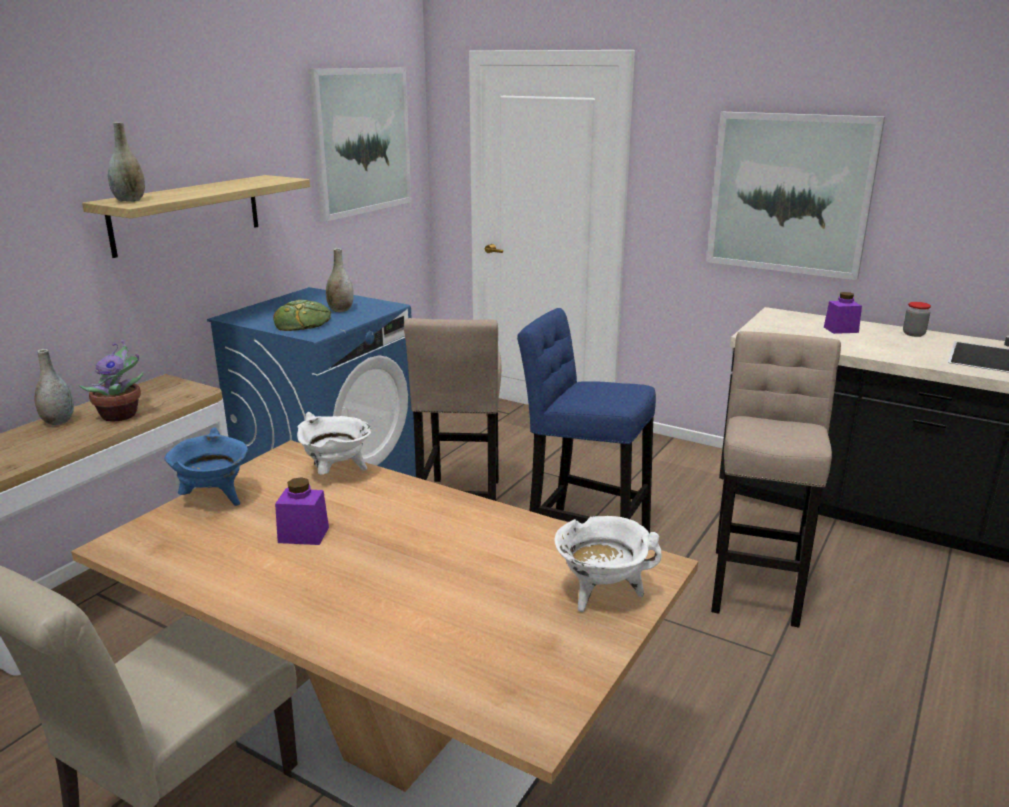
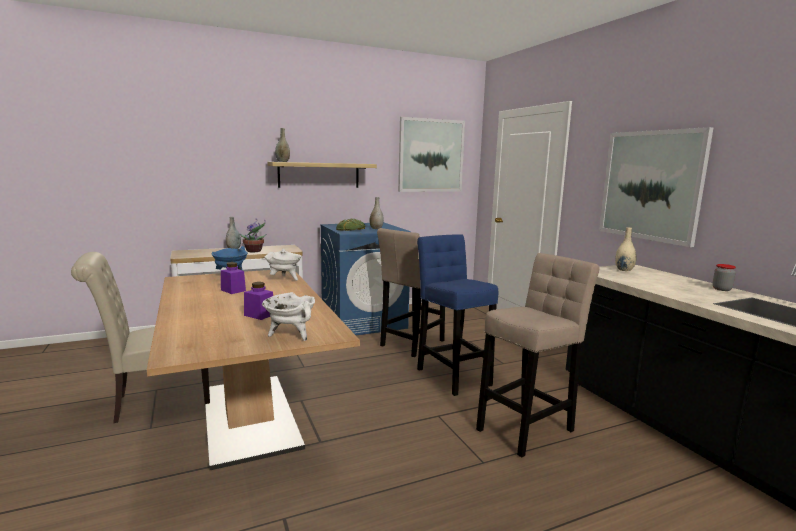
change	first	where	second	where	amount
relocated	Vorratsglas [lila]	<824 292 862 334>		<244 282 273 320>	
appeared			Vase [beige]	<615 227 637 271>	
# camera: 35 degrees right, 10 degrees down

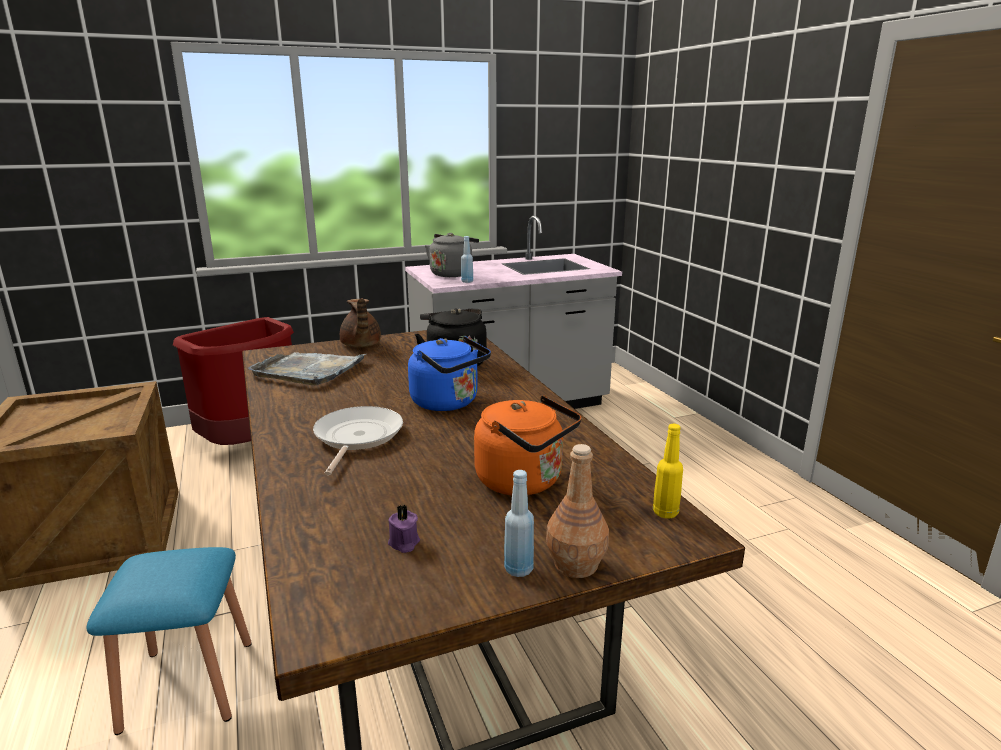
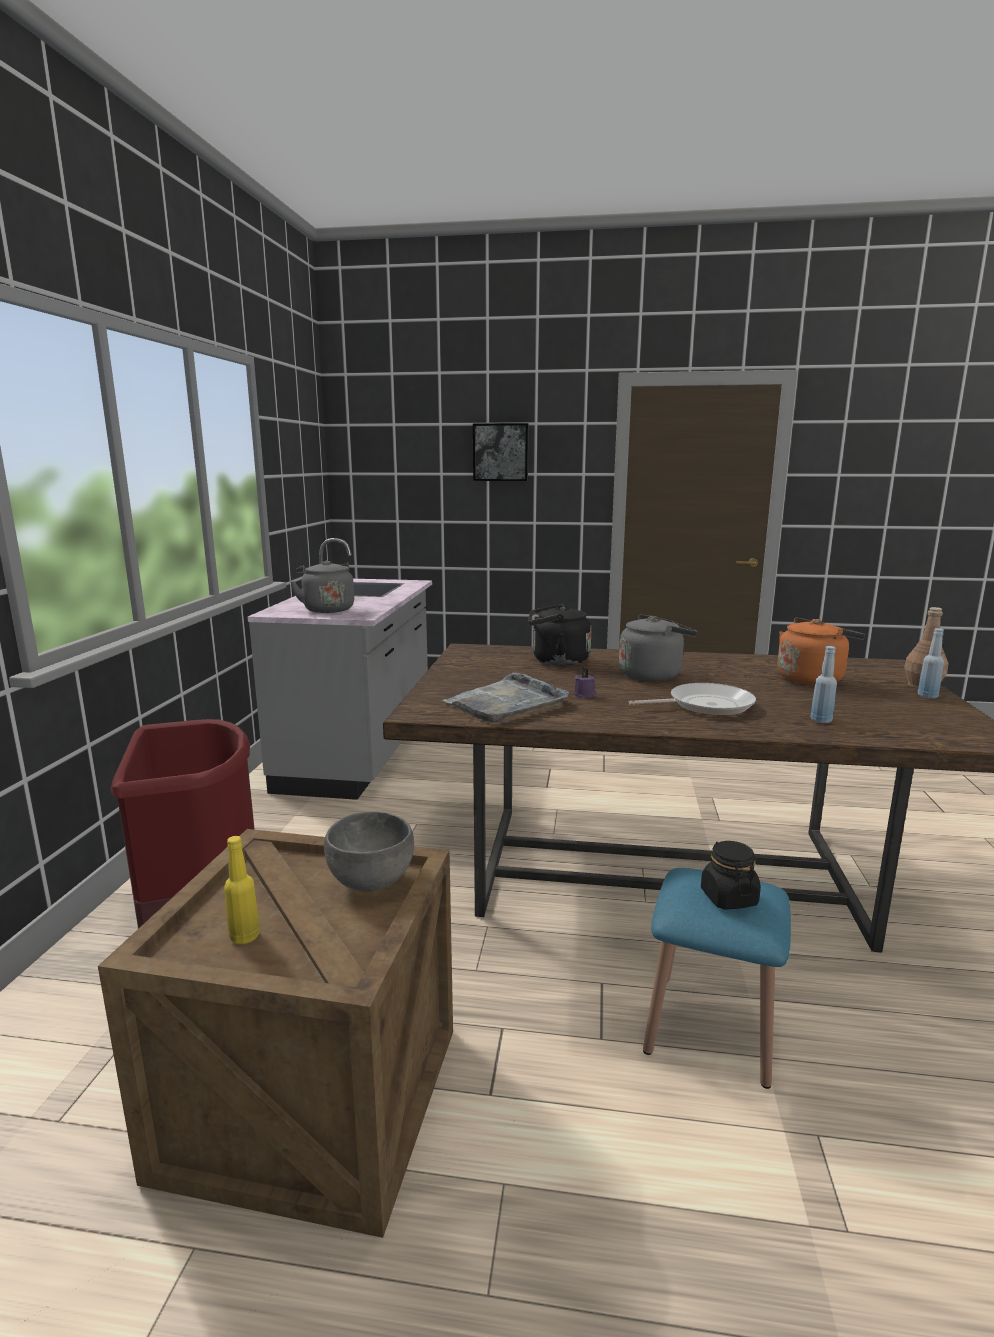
change	first	where	second	where	amount
spun	Pfanne	<313 406 403 475>		<629 683 756 716>	135 degrees clockwise
missing	Teekanne [braun]	<340 298 381 347>			
relocated	Kerze [lila]	<388 505 420 553>		<574 668 597 698>	
colour	Wasserkessel [blau]	<408 336 491 411>	Wasserkessel [grau]	<619 614 698 681>	
relocated	Flasche [blau]	<461 236 473 283>		<810 646 837 723>	
relocated	Flasche [gelb]	<653 424 683 518>		<224 836 260 944>	
appeared			Schüssel [grau]	<324 811 414 892>	
appeared			Bild	<473 423 529 481>	
appeared			Vorratsglas [schwarz]	<701 841 761 910>	
# camera: 60 degrees left, 5 degrees down

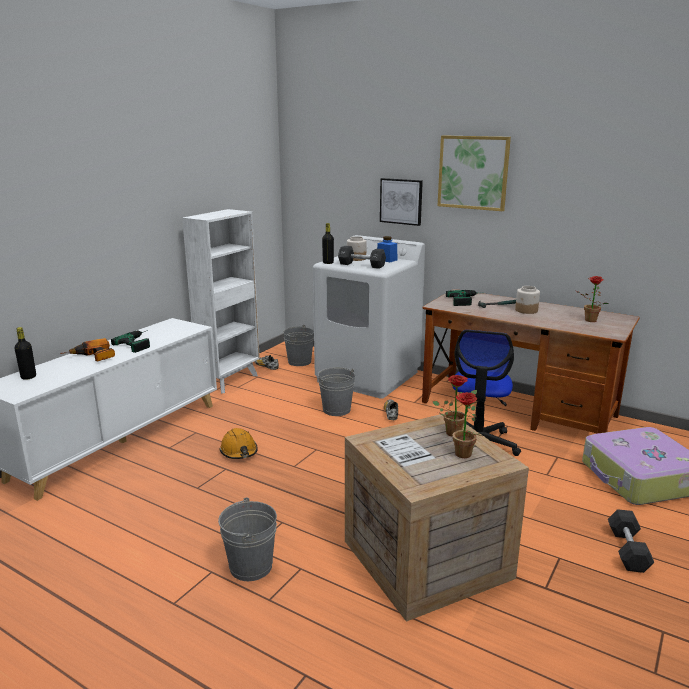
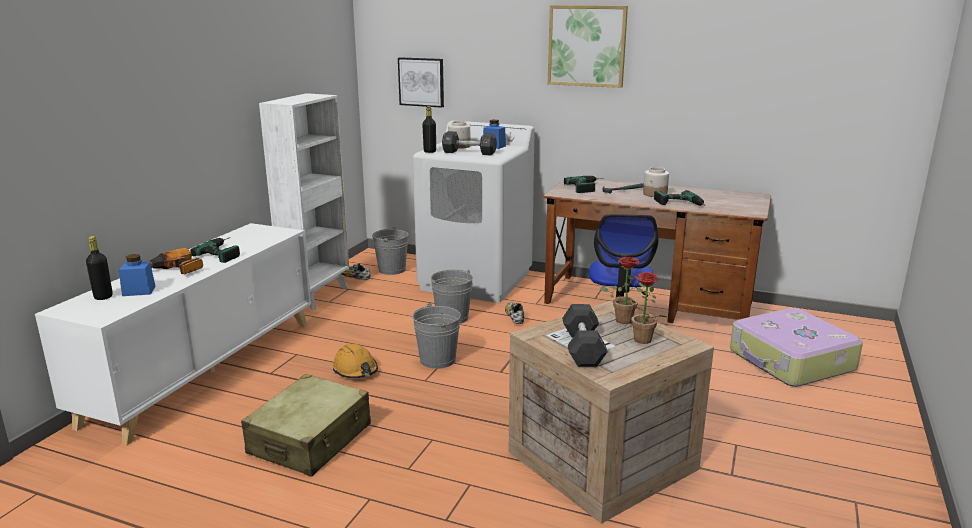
change	first	where	second	where	amount
relocated	Eimer [grau]	<218 497 277 581>		<412 303 461 369>	
relocated	Bild	<380 178 423 226>		<398 57 444 108>	
missing	Topfpflanze	<576 276 609 322>			
relocated	Hantel [schwarz]	<608 509 654 573>		<562 304 608 367>	
appeared			Vorratsglas [blau]	<119 254 156 296>	
appeared			Koffer [beige]	<241 374 371 477>	
appeared			Bohrmaschine	<654 190 706 206>	
# camera: 10 degrees left, 0 degrees up

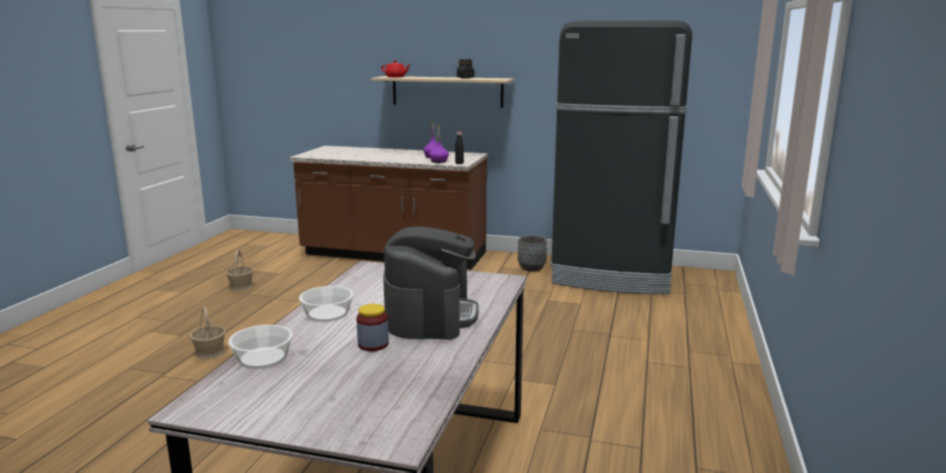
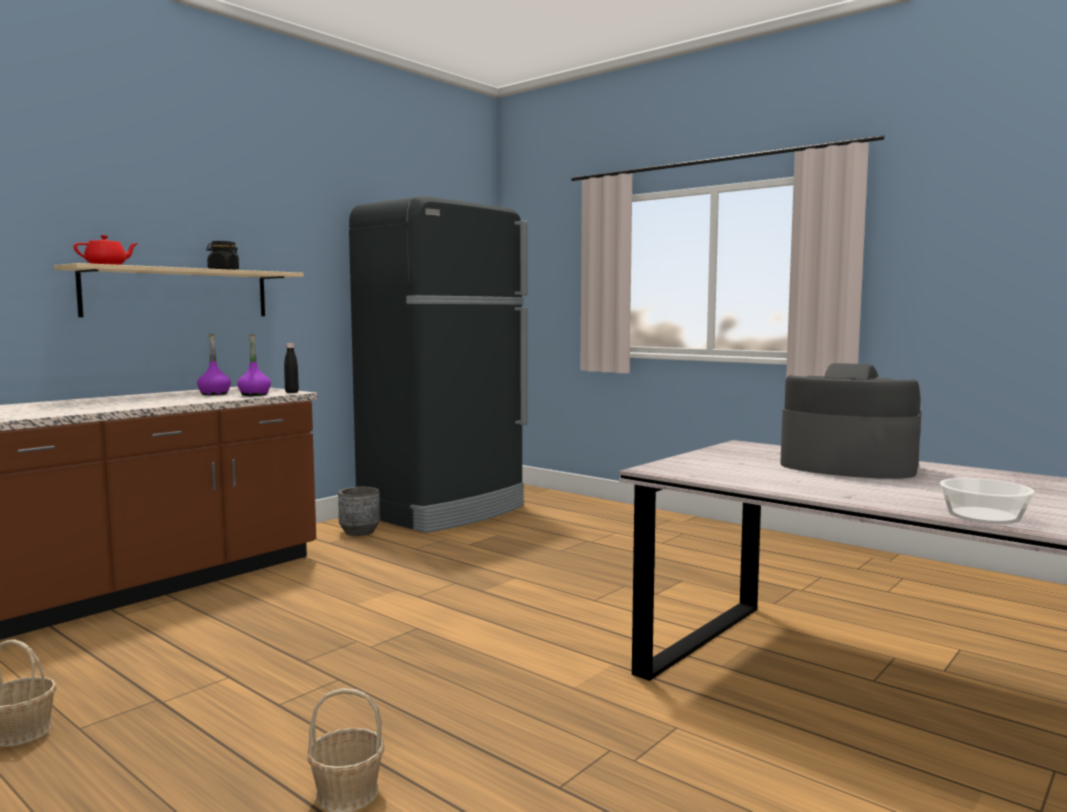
change	first	where	second	where	amount
missing	Schüssel	<299 286 353 322>			
missing	Vorratsglas	<357 304 389 351>			
# camera: 65 degrees left, 10 degrees down

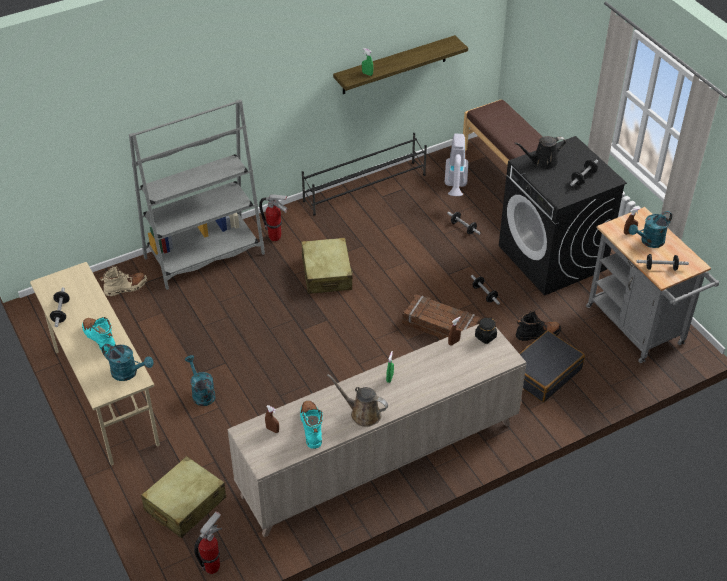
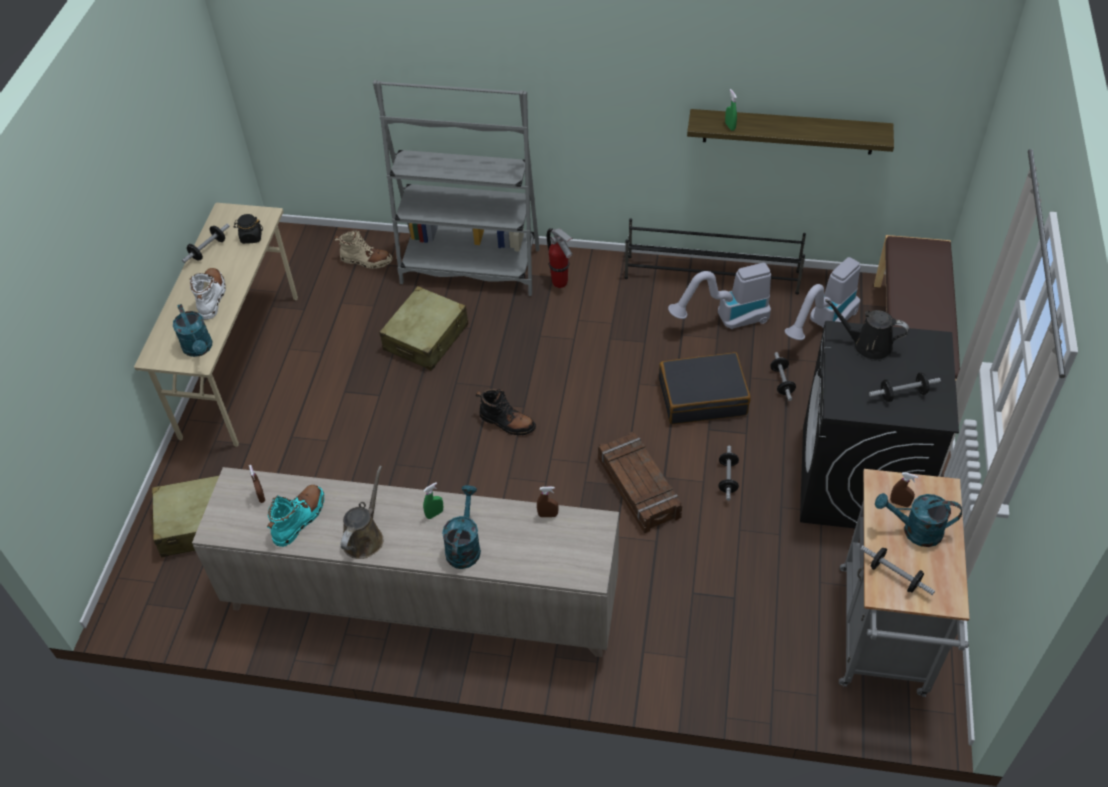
change	first	where	second	where	amount
colour	Stiefel [türkis]	<82 317 116 354>	Stiefel [weiß]	<189 268 226 320>	
relocated	Gießkanne [türkis]	<185 355 215 406>		<442 485 481 569>	
missing	Feuerlöscher	<194 511 222 574>			
relocated	Koffer [beige]	<301 238 353 294>		<379 286 468 370>	
spun	Gießkanne [braun]	<327 374 388 427>		<341 466 383 559>	45 degrees clockwise
relocated	Vorratsglas [schwarz]	<475 317 497 344>		<234 214 263 244>	
relocated	Stiefel [schwarz]	<516 311 561 341>		<476 389 536 436>	
relocated	Koffer [schwarz]	<519 330 585 402>		<659 352 751 424>	
appeared			Staubsauger	<668 263 771 329>	
# camera: 40 degrees right, 5 degrees up

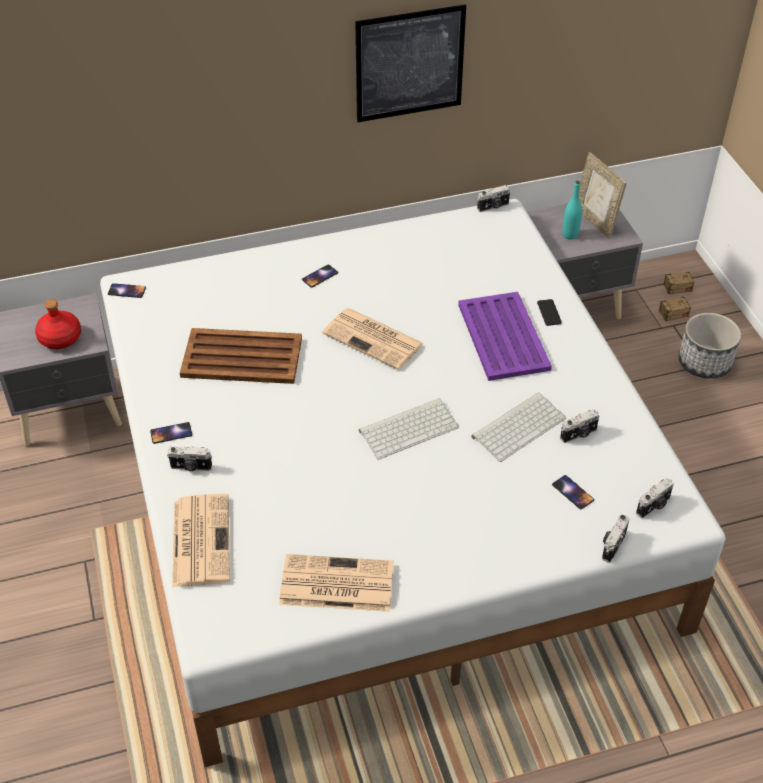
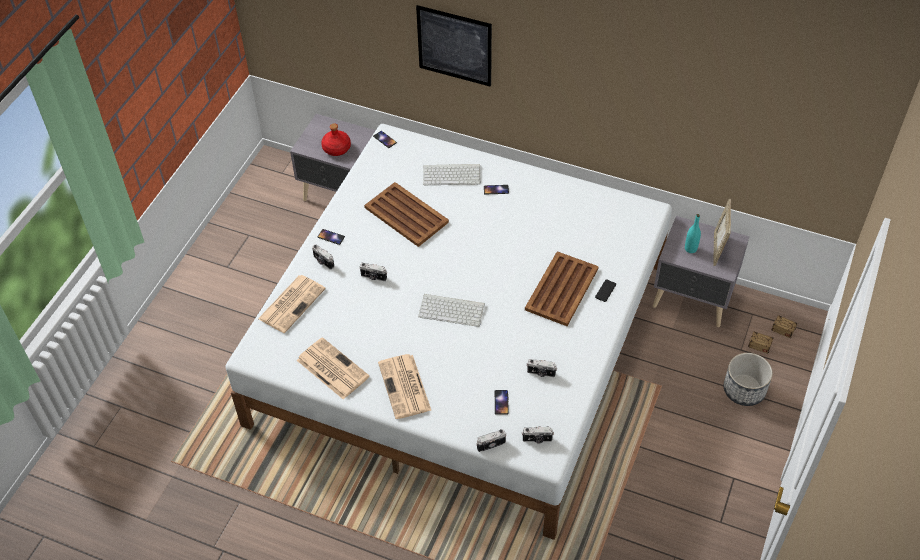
change	first	where	second	where	amount
relocated	Zeitung	<322 308 424 370>		<378 354 432 419>	
relocated	Bild	<355 5 466 122>		<416 5 492 87>	
colour	Tablett [lila]	<458 292 552 381>	Tablett [braun]	<525 251 599 326>	
relocated	Tastatur	<471 392 566 462>		<423 164 481 185>	
relocated	Kamera	<477 185 510 212>		<359 263 387 281>	
# camera: 40 degrees right, 5 degrees up

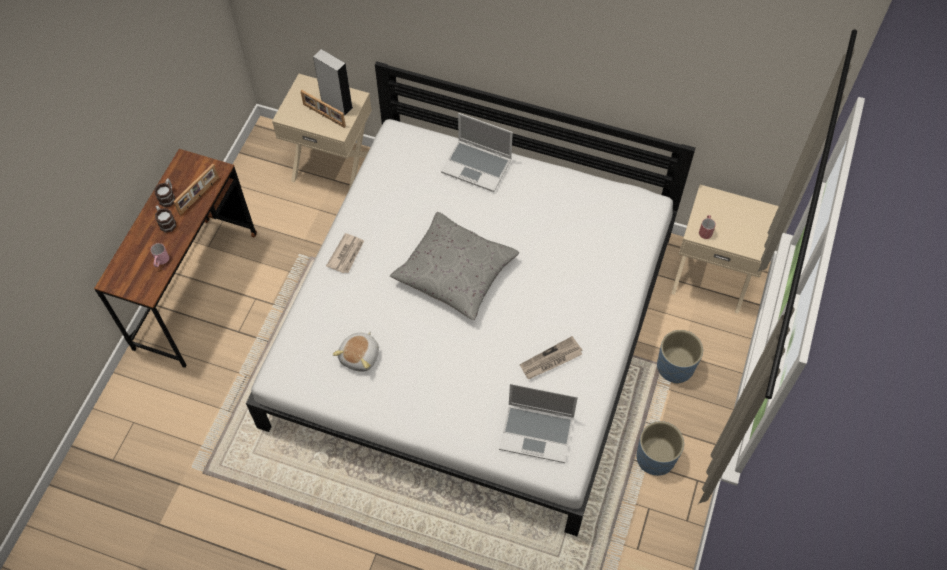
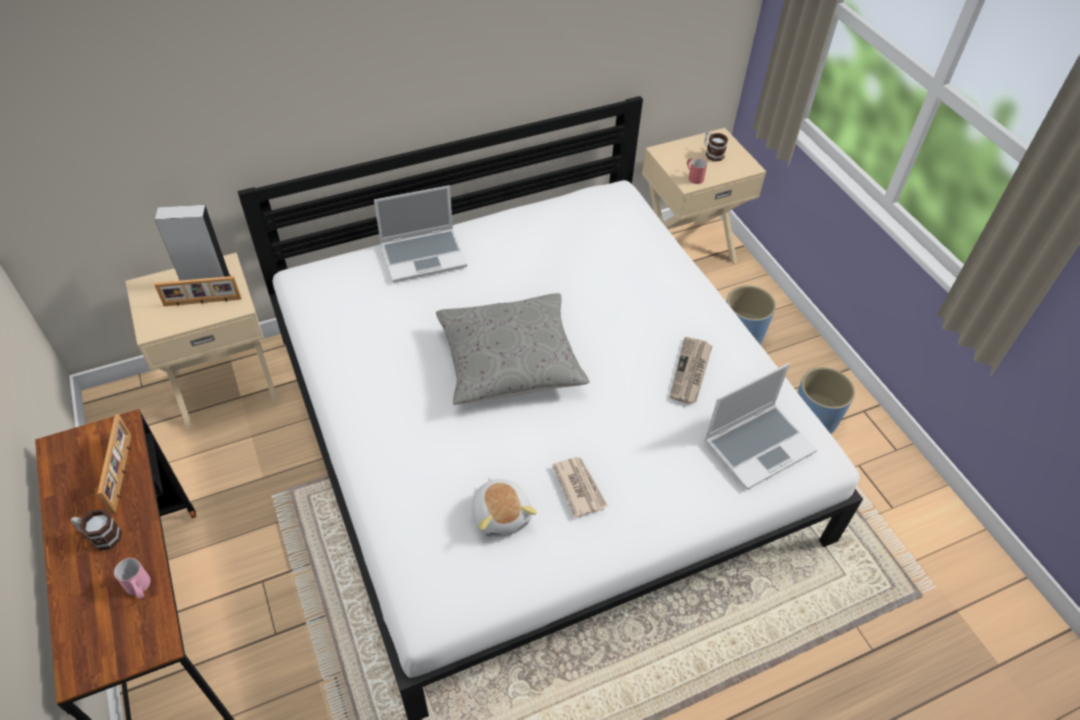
change	first	where	second	where	amount
relocated	Henkelbecher	<154 179 175 207>		<704 132 728 162>	
relocated	Zeitung	<326 233 364 273>		<553 457 608 518>	
# camera: 45 degrees left, 10 degrees down

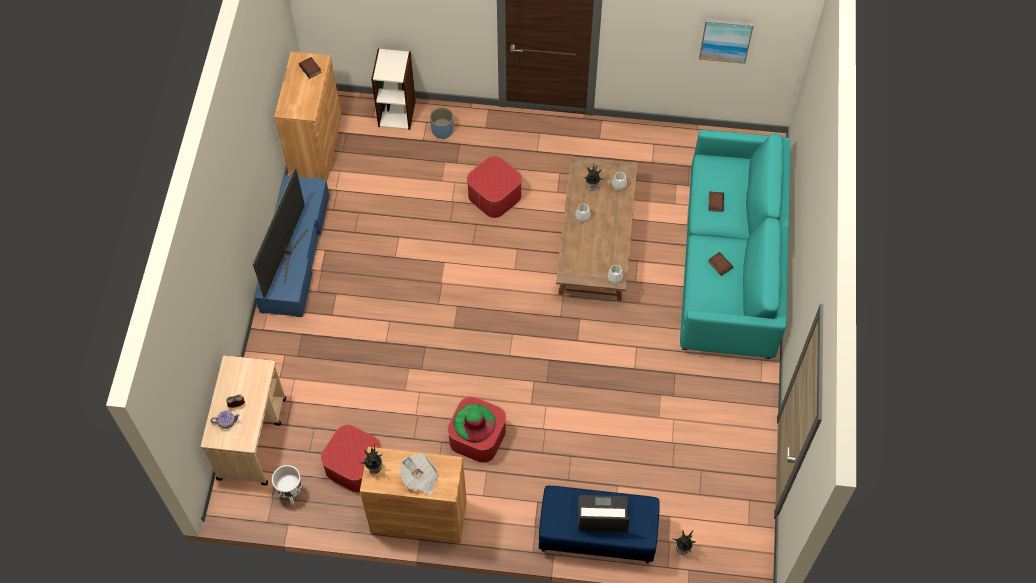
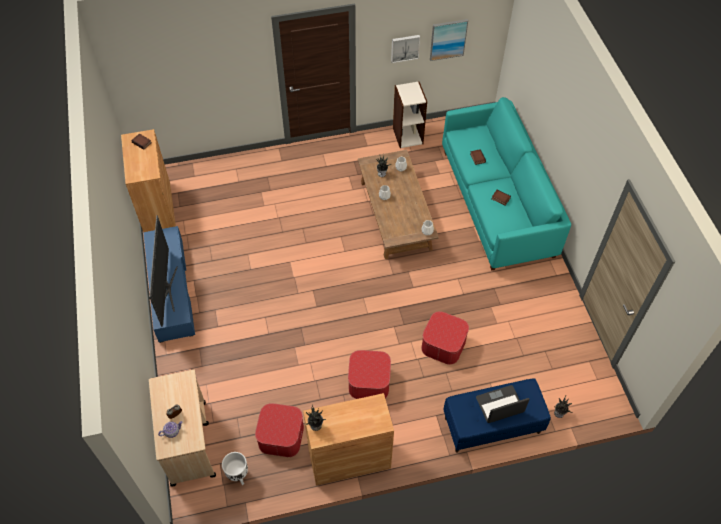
change	first	where	second	where	amount
relocated	Bücherregal	<371 48 416 130>		<393 81 427 148>	
missing	Zeitung	<400 453 439 495>			
missing	Pflanzkübel [blau]	<430 107 453 139>			
missing	Hut [grün]	<453 404 496 443>			
relocated	Polsterhocker	<467 156 522 218>		<421 311 469 365>	
appeared			Bild	<391 35 420 63>	
# camera: 20 degrees left, 5 degrees down

